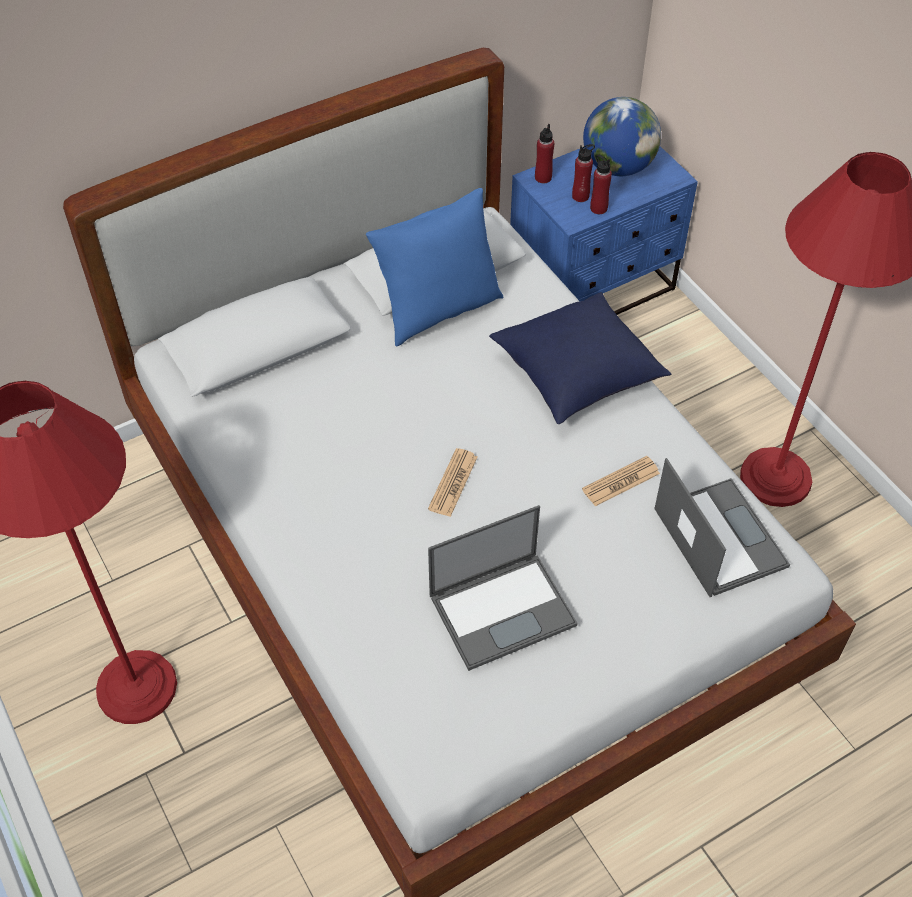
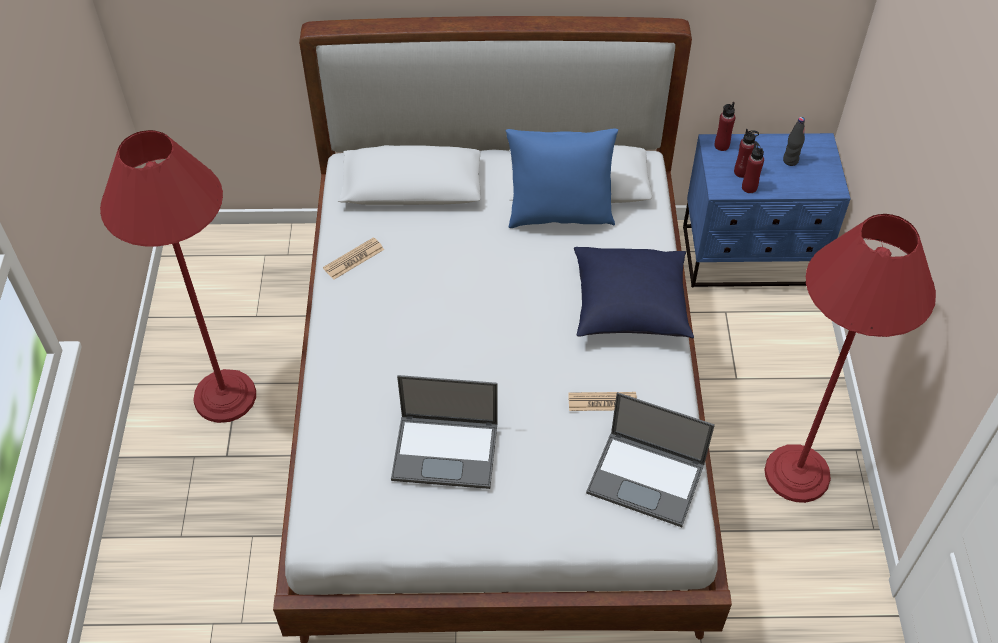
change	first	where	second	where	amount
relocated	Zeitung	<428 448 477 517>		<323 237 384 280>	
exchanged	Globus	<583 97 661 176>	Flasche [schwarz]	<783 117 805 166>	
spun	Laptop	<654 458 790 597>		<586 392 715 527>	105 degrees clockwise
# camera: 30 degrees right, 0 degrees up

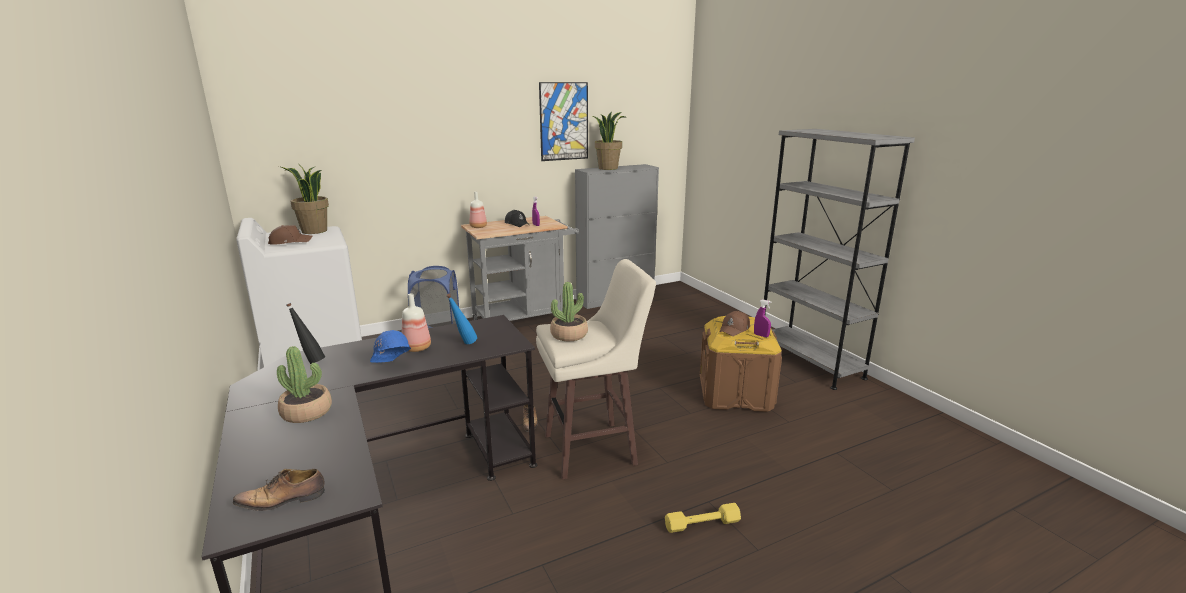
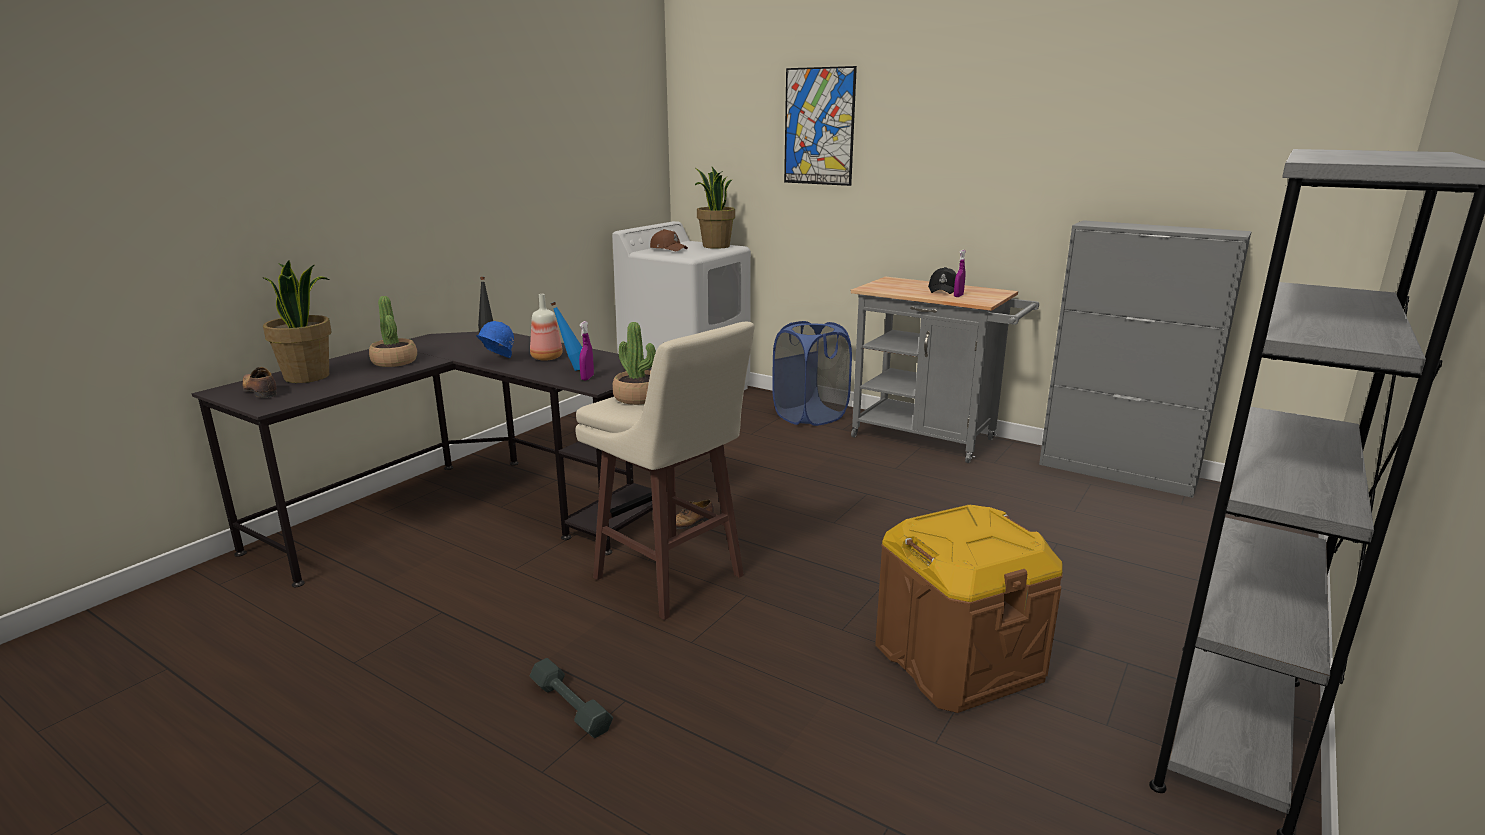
change	first	where	second	where	amount
missing	Flasche	<469 192 487 228>			
relocated	Bild	<539 82 588 161>		<784 66 857 186>	
relocated	Topfpflanze	<592 111 627 170>		<263 261 332 383>	
colour	Hantel [gelb]	<665 503 741 533>	Hantel [grau]	<530 658 613 738>	
missing	Kappe [braun]	<719 311 750 336>			
relocated	Sprühflasche [lila]	<754 299 772 337>		<579 321 594 380>	
# camera: 60 degrees right, 0 degrees up

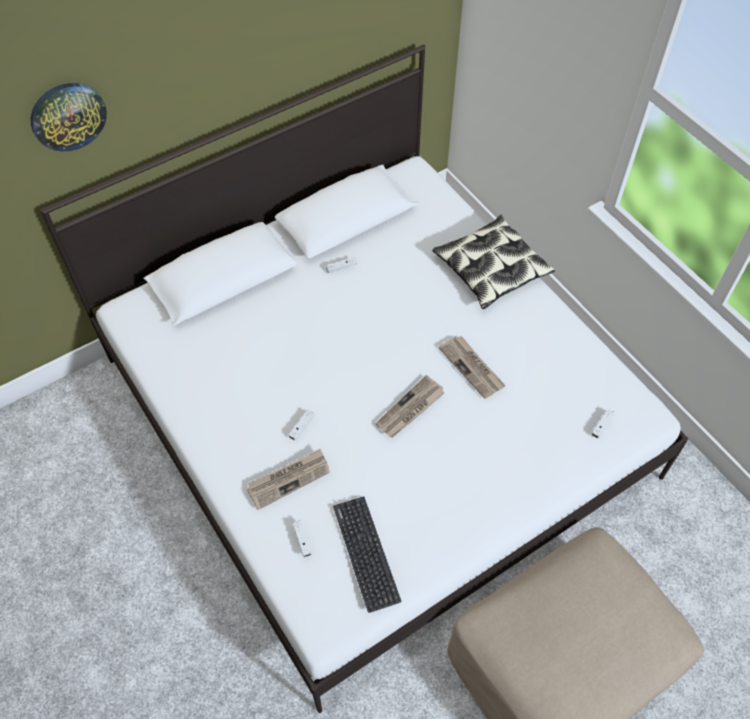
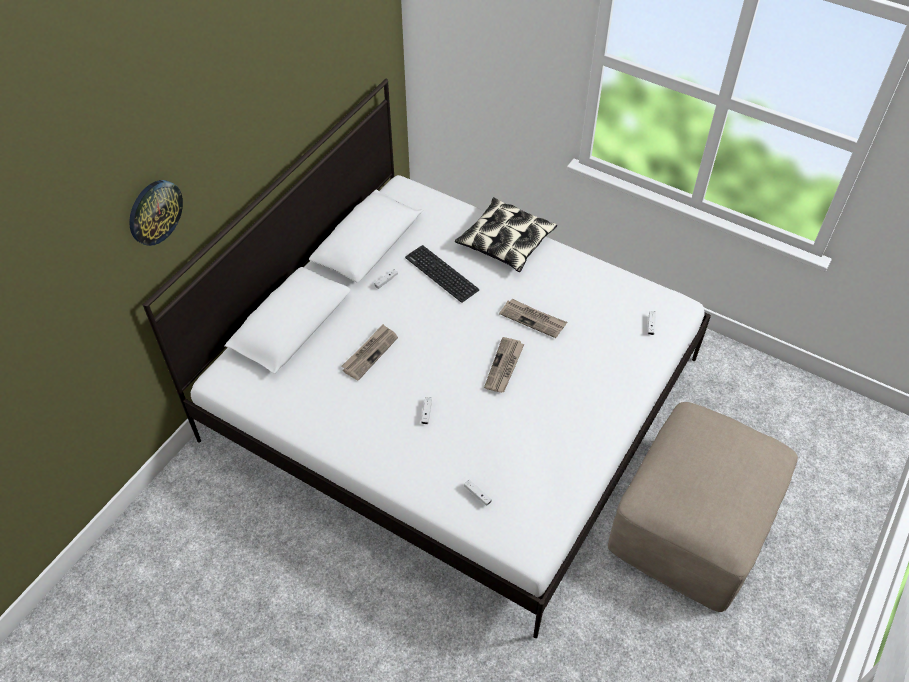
change	first	where	second	where	amount
relocated	Zeitung	<247 449 330 510>		<341 324 398 381>	
relocated	Tastatur	<333 496 401 613>		<405 245 479 303>	
# camera: 25 degrees left, 5 degrees down

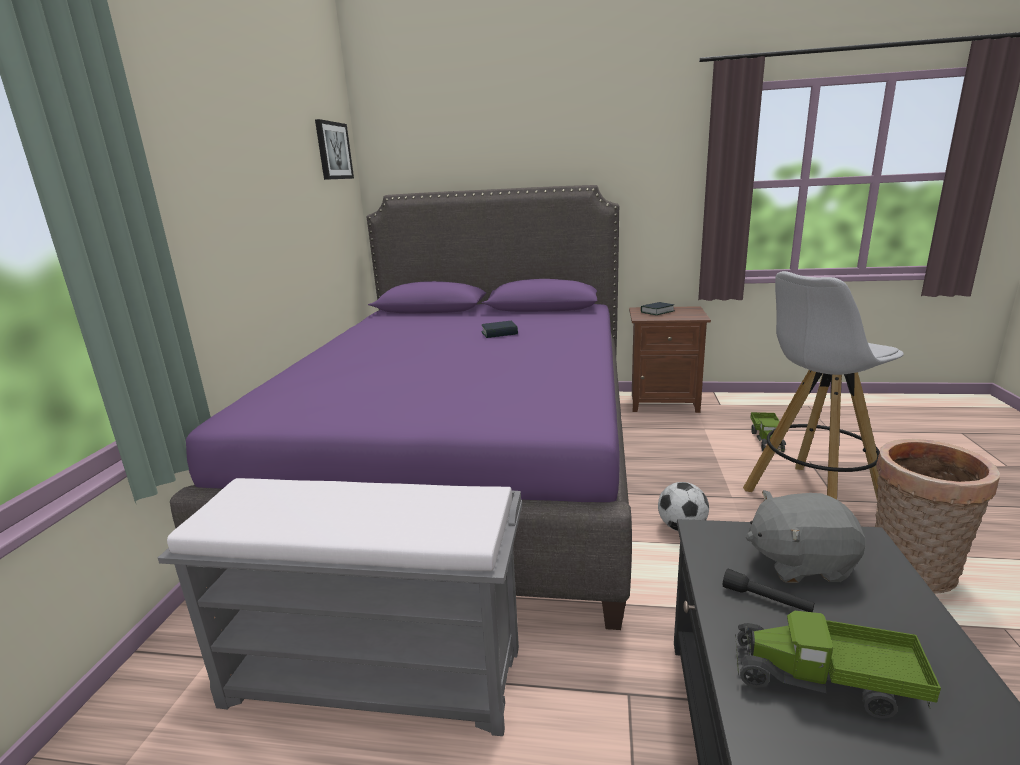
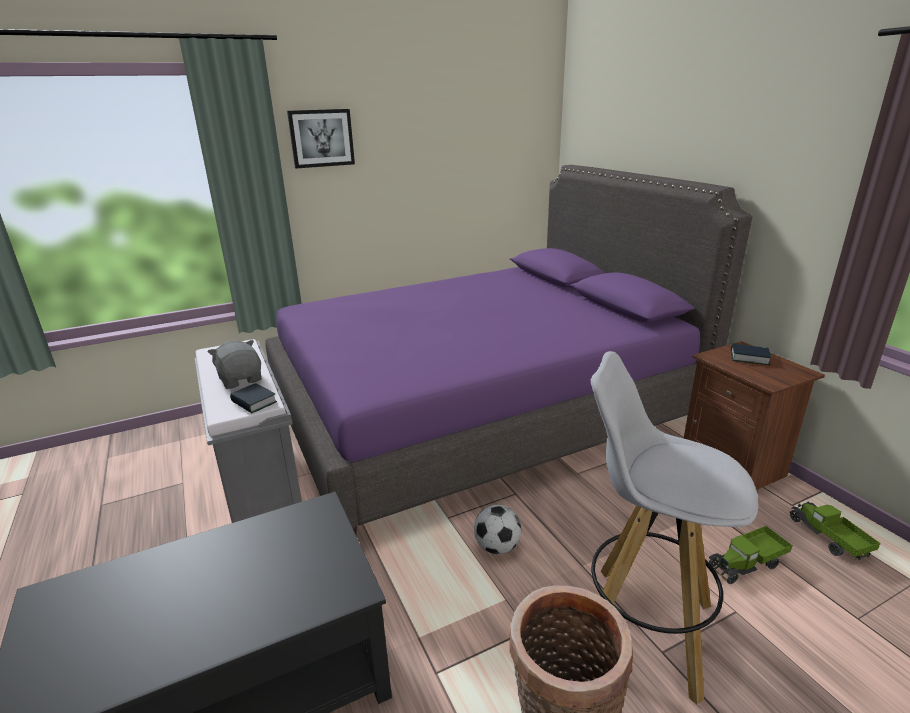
change	first	where	second	where	amount
relocated	Bild	<315 119 354 180>		<287 109 355 169>	
relocated	Buch	<481 321 518 338>		<230 383 277 413>	
missing	Taschenlampe [schwarz]	<723 568 815 612>			
relocated	Spielzeuglaster	<735 611 941 719>		<789 501 881 560>	
relocated	Plüschtier [grau]	<746 490 865 583>		<208 340 261 389>	
# camera: 55 degrees right, 5 degrees up

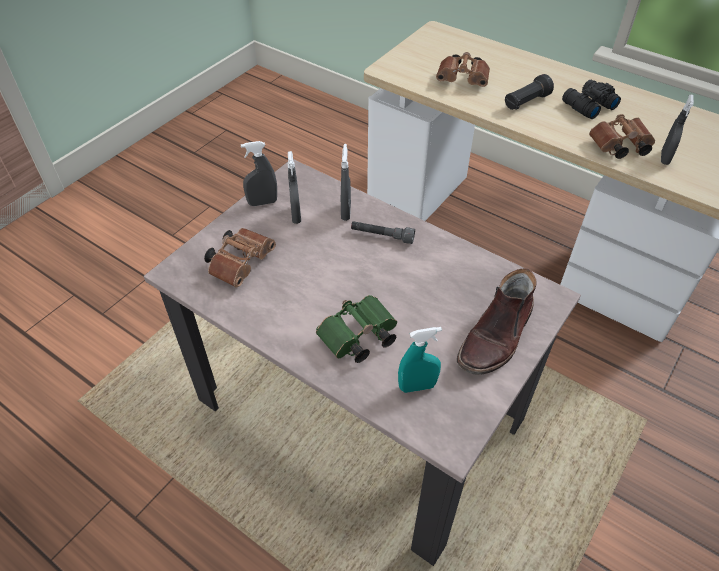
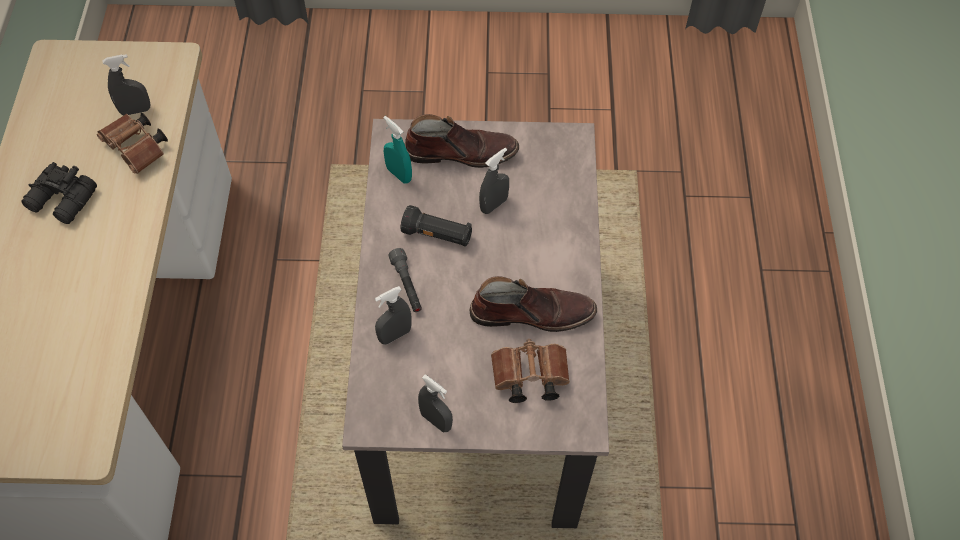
change	first	where	second	where	amount
relocated	Sprühflasche [grau]	<288 151 301 224>		<479 148 509 214>	
missing	Fernglas [grün]	<316 295 397 363>			
relocated	Sprühflasche [türkis]	<398 327 442 393>		<383 116 412 183>	
missing	Fernglas [braun]	<436 52 490 87>			
relocated	Taschenlampe [schwarz]	<505 74 554 110>		<401 205 472 247>	
appeared			Stiefel [braun]	<470 276 597 332>	
# camera: 125 degrees left, 10 degrees up

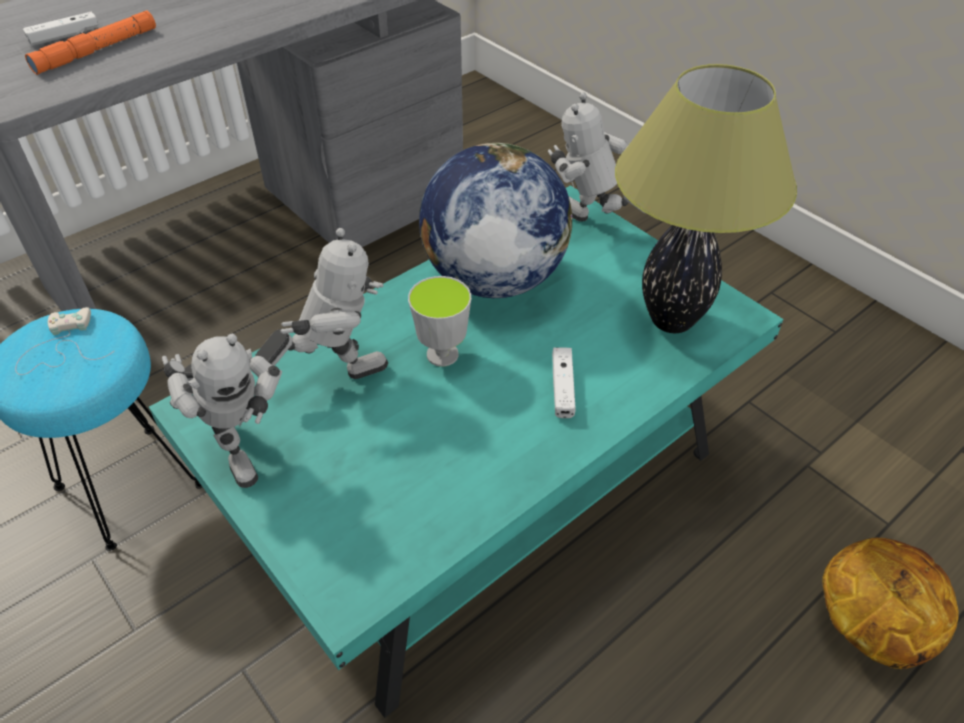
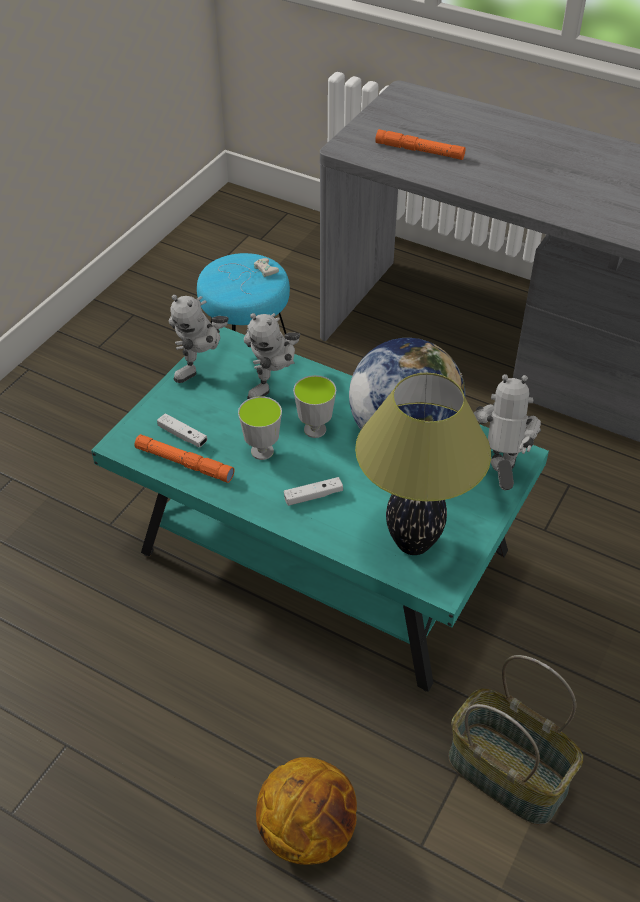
change	first	where	second	where	amount
relocated	Gamepad [weiß]	<23 12 99 46>		<157 413 207 448>	
spun	Spielzeugroboter	<255 228 388 379>		<244 313 300 399>	75 degrees clockwise
appeared			Taschenlampe [orange]	<134 434 234 483>	
appeared			Tasse	<238 396 282 460>	
appeared			Korb	<448 655 583 825>	
# camera: 70 degrees right, 0 degrees up

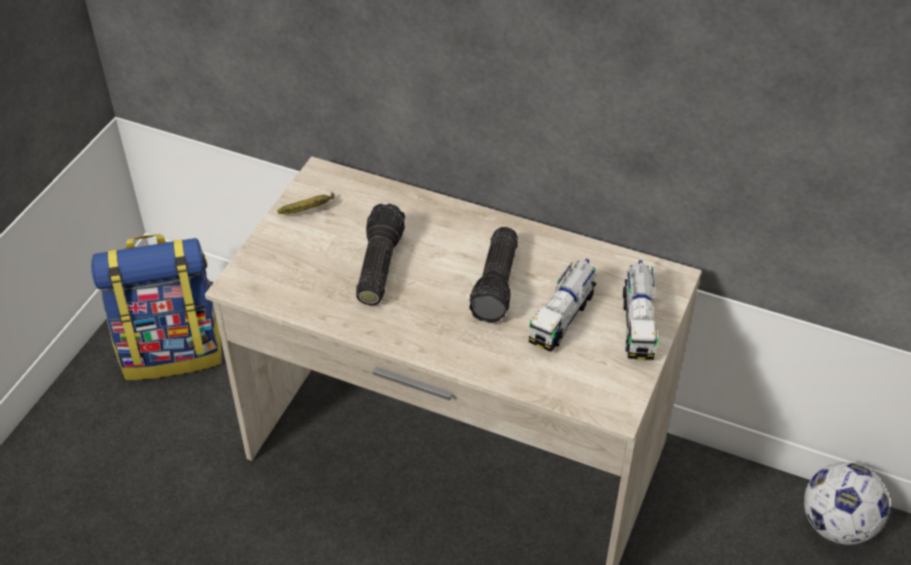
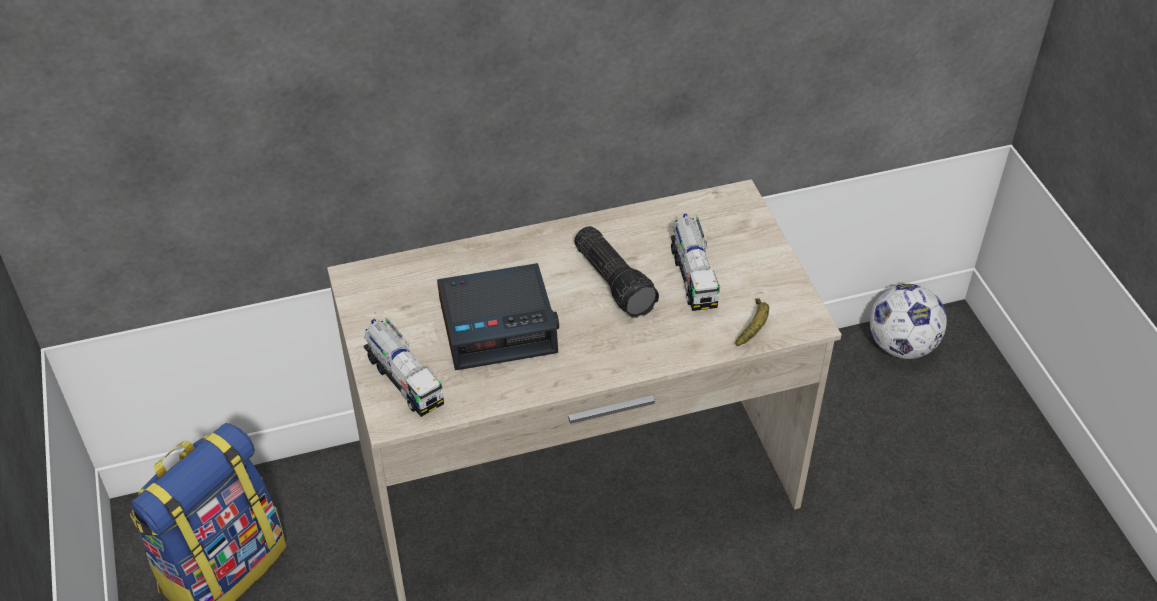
change	first	where	second	where	amount
relocated	Banane	<277 192 335 214>		<735 298 769 346>	
exchanged	Taschenlampe	<356 203 405 305>	Wecker	<437 263 559 370>	
relocated	Spielzeuglaster	<623 260 658 360>		<363 318 444 417>	
# camera: 40 degrees left, 0 degrees up

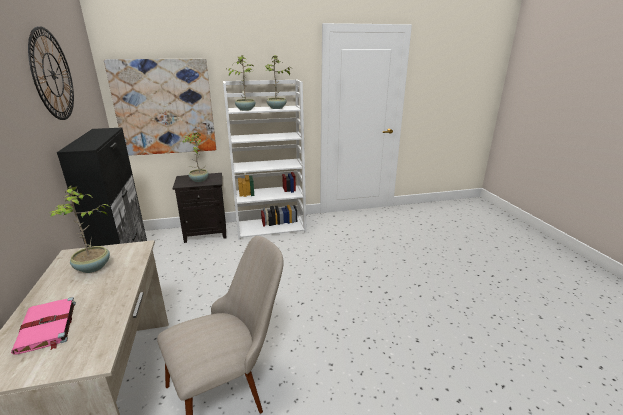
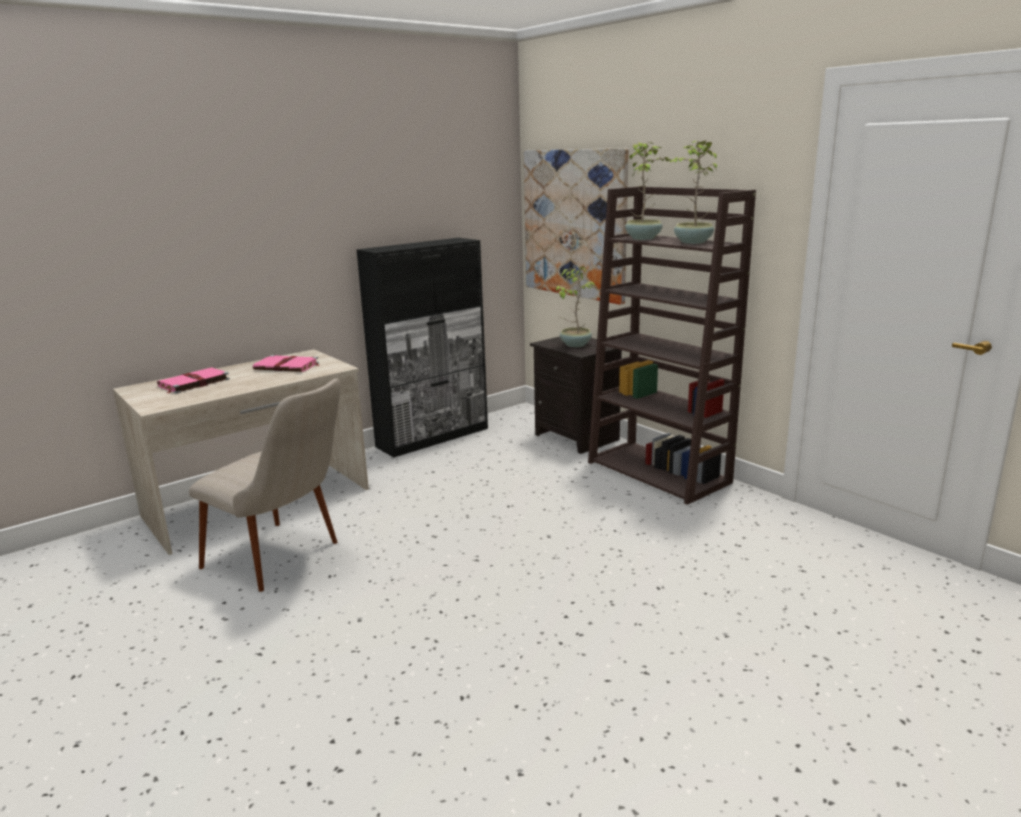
change	first	where	second	where	amount
missing	Wanduhr	<28 26 74 120>			
exchanged	Topfpflanze	<49 186 111 273>	Buch [rosa]	<253 355 319 372>	
colour	Bücherregal [weiß]	<223 79 307 240>	Bücherregal [braun]	<588 187 756 505>	
# camera: 65 degrees right, 5 degrees down

